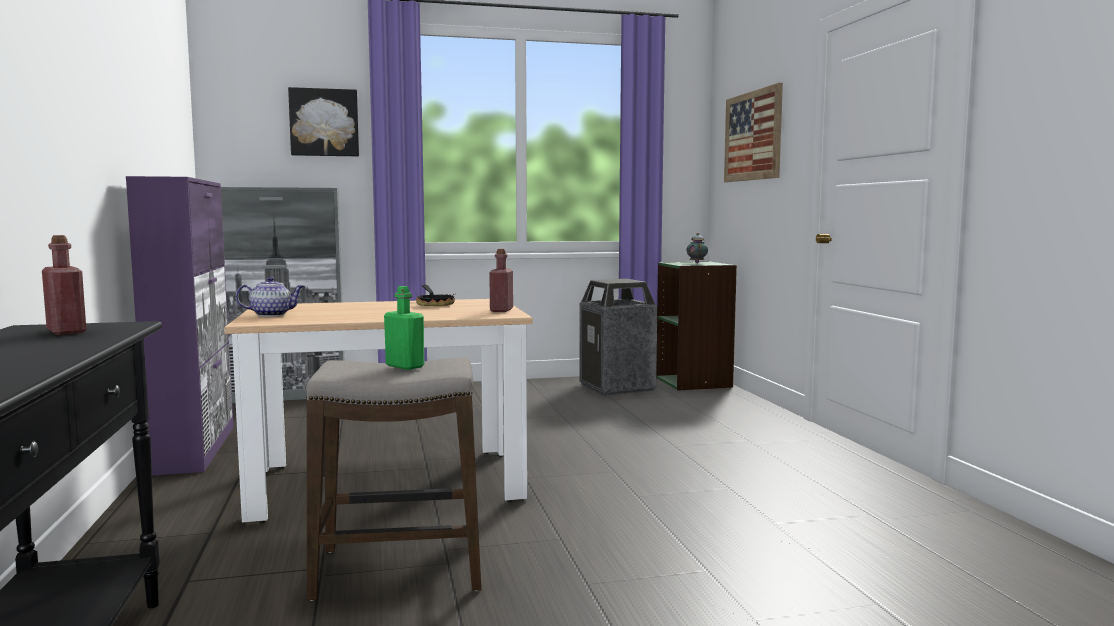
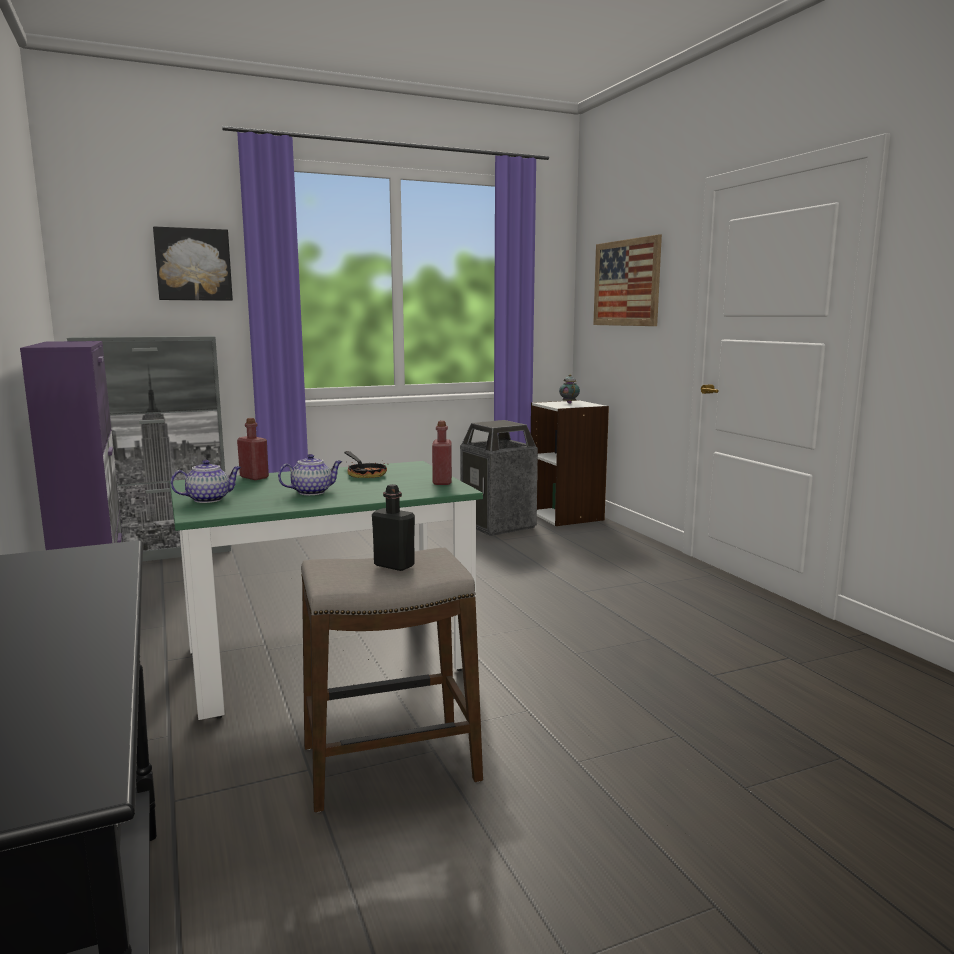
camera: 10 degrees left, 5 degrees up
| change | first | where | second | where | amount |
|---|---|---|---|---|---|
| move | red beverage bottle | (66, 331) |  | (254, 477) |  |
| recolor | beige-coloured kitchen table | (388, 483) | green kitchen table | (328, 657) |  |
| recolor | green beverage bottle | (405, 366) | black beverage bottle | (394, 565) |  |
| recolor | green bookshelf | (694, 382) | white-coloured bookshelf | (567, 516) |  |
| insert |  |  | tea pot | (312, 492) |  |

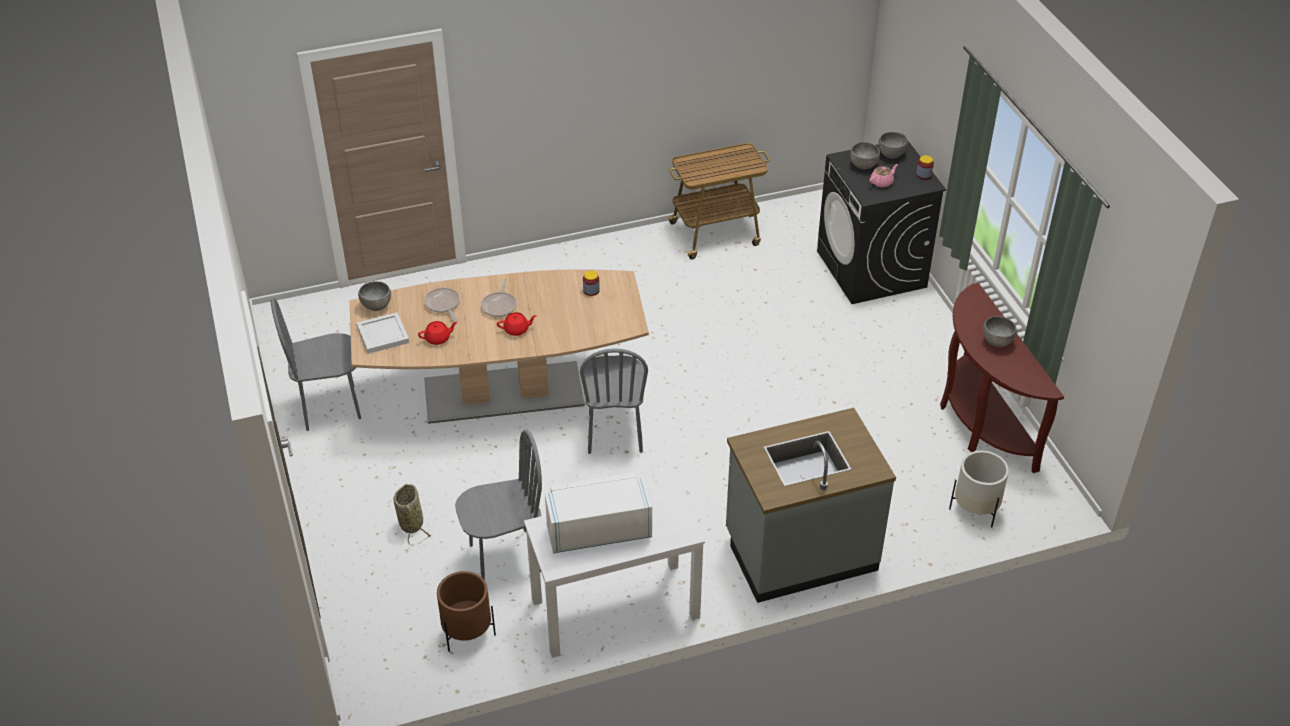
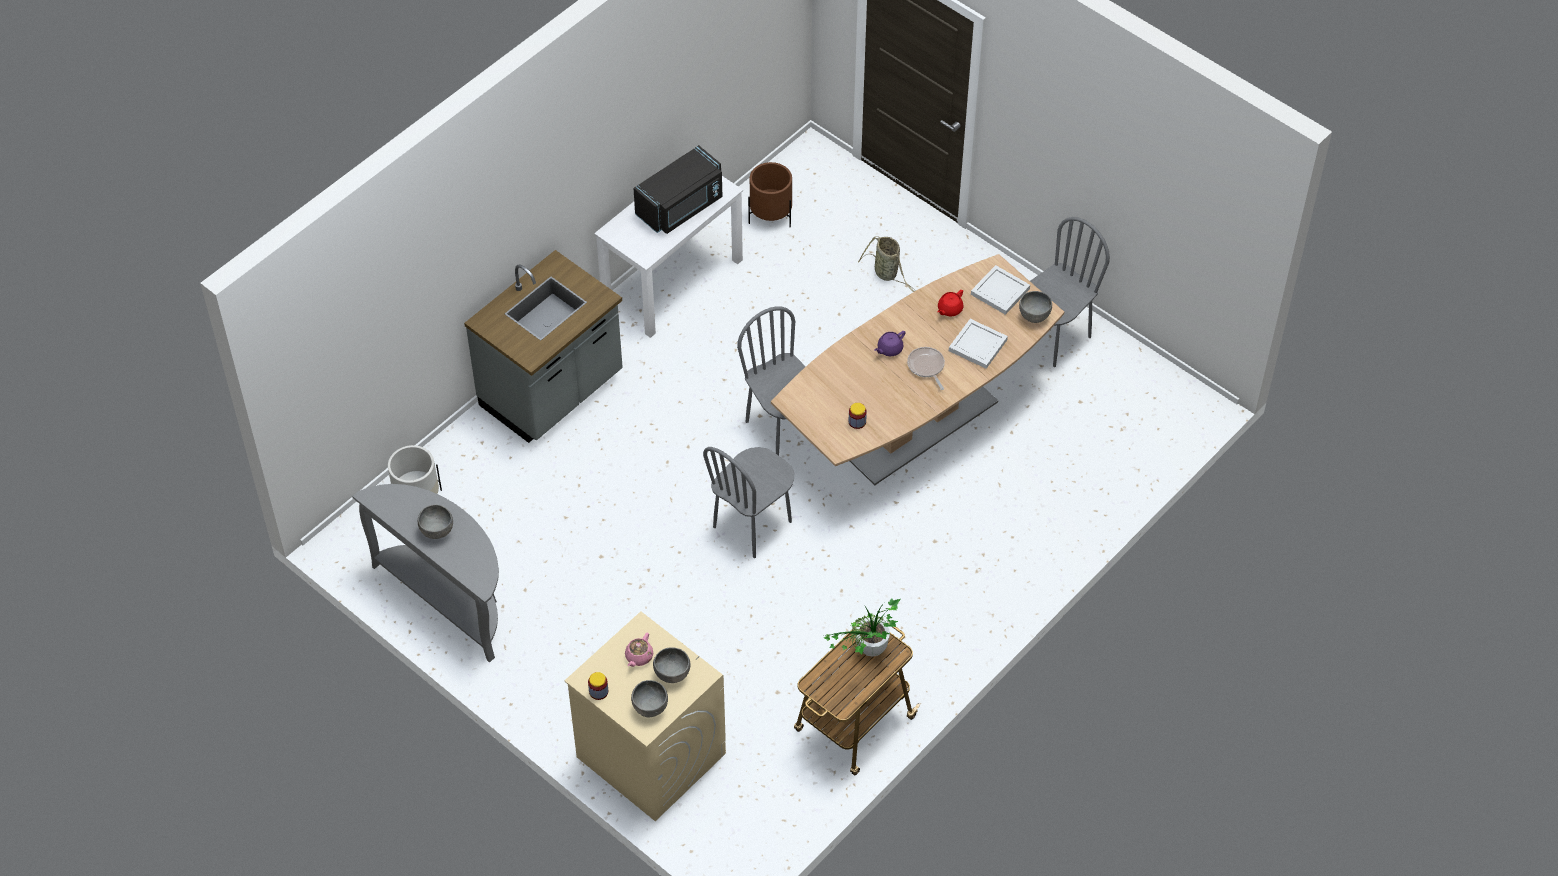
camera: 150 degrees right, 10 degrees up
| change | first | where | second | where | amount |
|---|---|---|---|---|---|
| replace | pan | (443, 304) | white-coloured tray | (977, 344) |  |
| move | greyish chair | (505, 557) |  | (752, 525) |  |
| recolor | red tea pot | (517, 330) | purple tea pot | (889, 349) |  |
| recolor | white-coloured microwave oven | (598, 529) | black microwave oven | (681, 207) |  |
| recolor | black laundry appliance | (871, 269) | beige-coloured laundry appliance | (650, 755) |  |
| recolor | brown console table | (980, 422) | greyish console table | (448, 599) |  |
| insert |  |  | potted plant | (867, 652) |  |

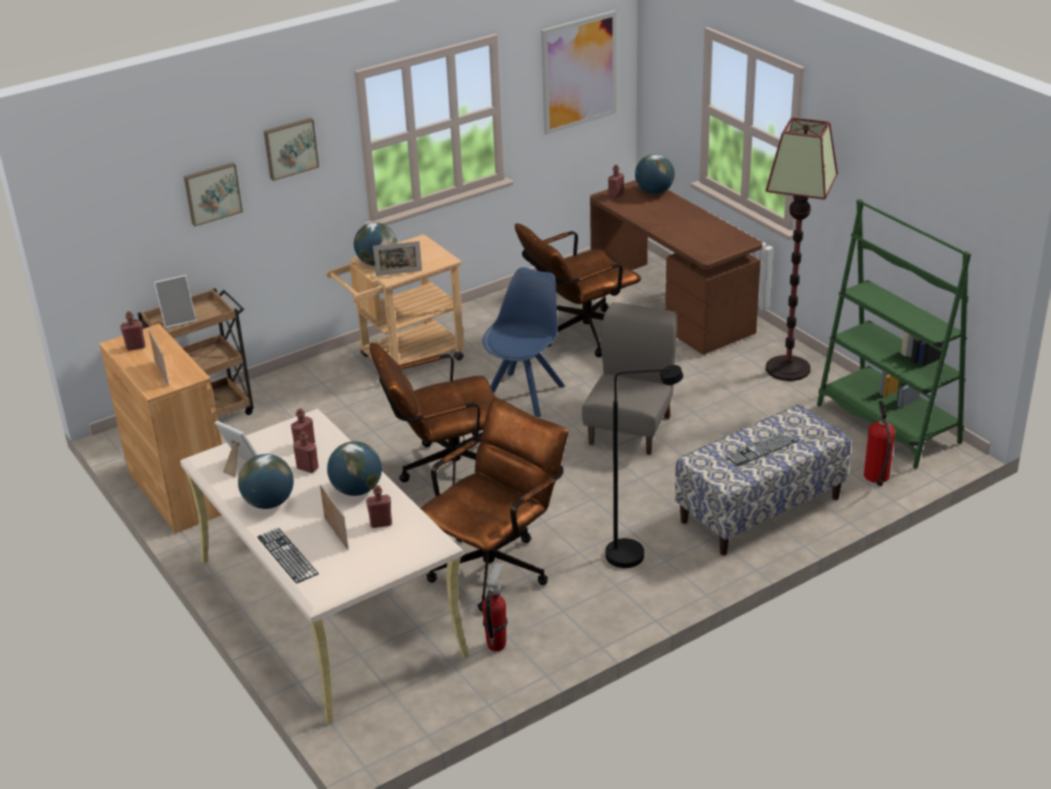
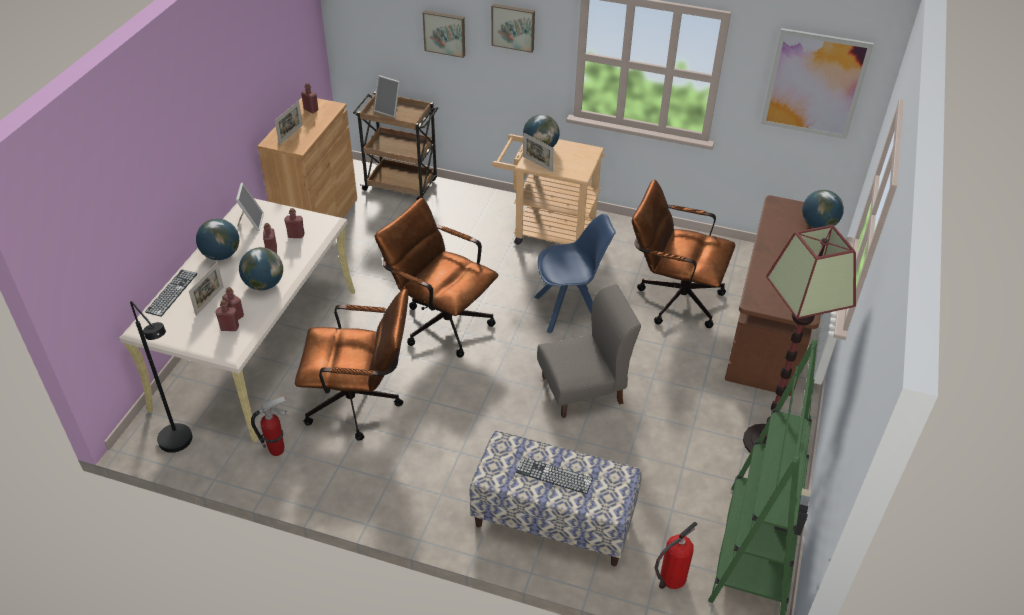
camera: 50 degrees right, 10 degrees up
| change | first | where | second | where | amount |
|---|---|---|---|---|---|
| move | black floor lamp | (636, 554) |  | (181, 444) |  |
| move | red beverage bottle | (616, 195) |  | (230, 328) |  |

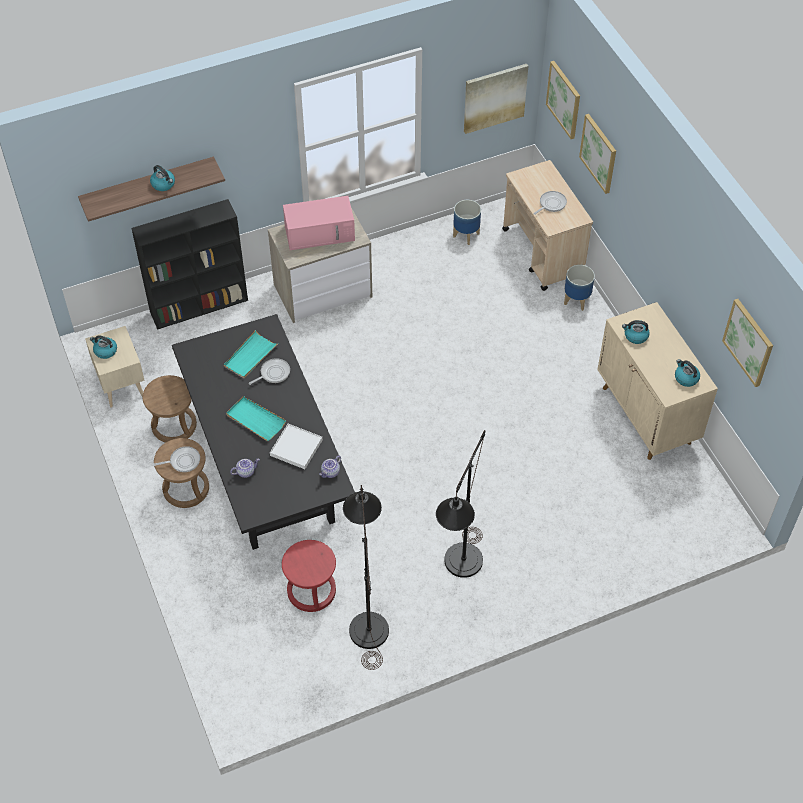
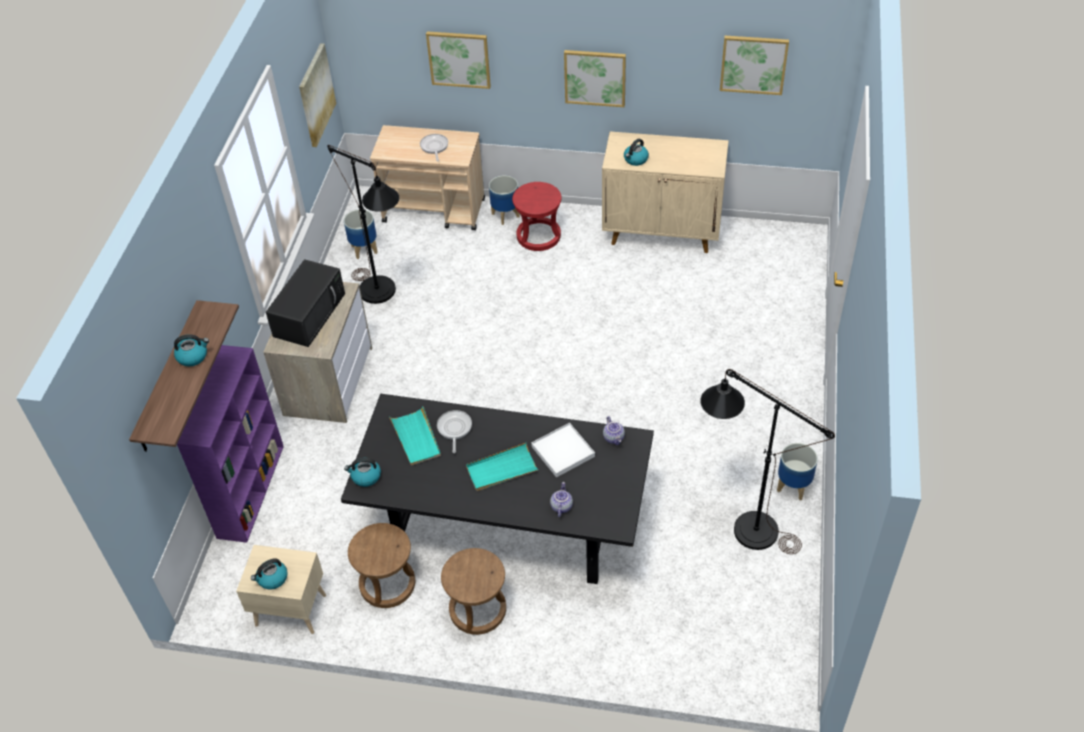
camera: 55 degrees left, 5 degrees down
| change | first | where | second | where | amount |
|---|---|---|---|---|---|
| recolor | black bookshelf | (200, 305) | purple bookshelf | (251, 490) |  |
| delete | pan | (183, 461) |  |  |  |
| move | red stool | (311, 591) |  | (539, 236) |  |
| recolor | pink-coloured microwave oven | (320, 232) | black microwave oven | (309, 314) |  |
| move | black floor lamp | (460, 570) |  | (383, 296) |  |
| move | wall art | (564, 99) |  | (595, 77) |  |
| move | tea kettle | (686, 378) |  | (365, 477) |  |
| insert |  |  | flower pot | (793, 487) |  |

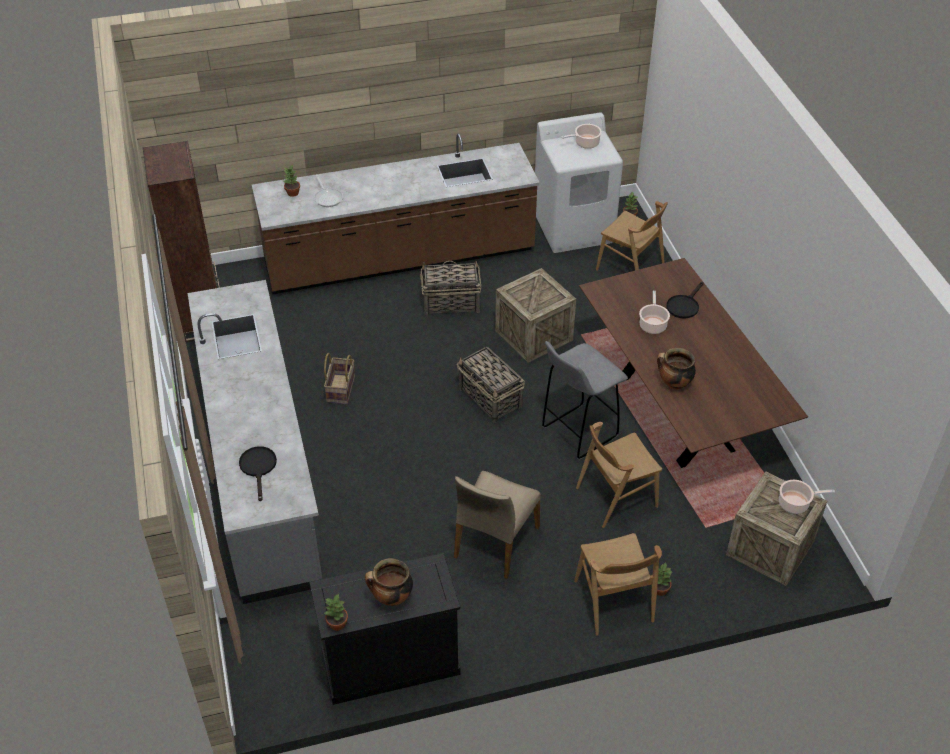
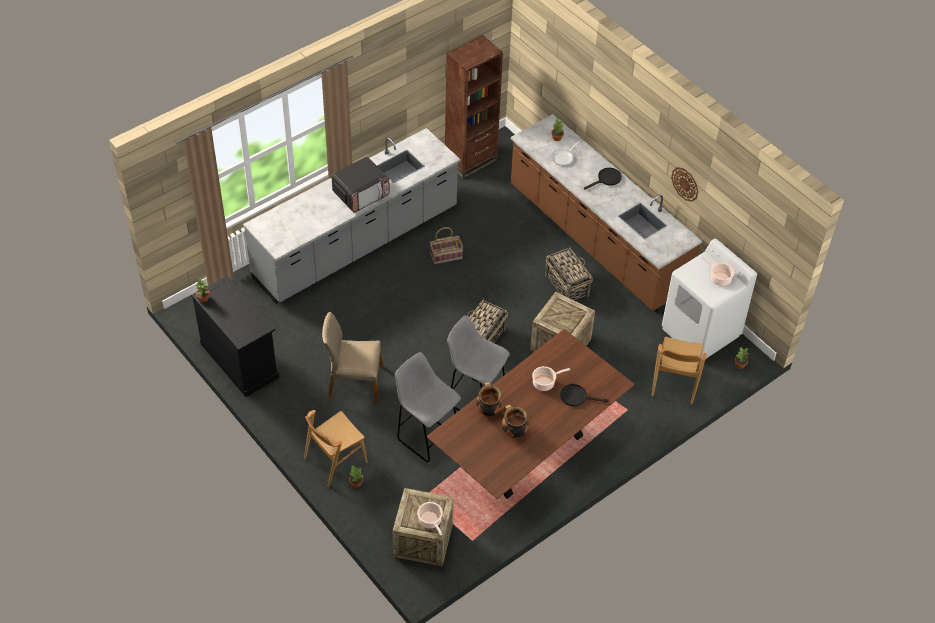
camera: 65 degrees right, 5 degrees up
| change | first | where | second | where | amount |
|---|---|---|---|---|---|
| move | black pan | (258, 468) |  | (606, 179) |  |
| move | stockpot | (391, 598) |  | (513, 432) |  |
| replace | brown chair | (616, 497) | greyish stool | (426, 437) |  |
| insert |  |  | microwave oven | (361, 194) |  |
| insert |  |  | clock on the wall | (685, 184) |  |

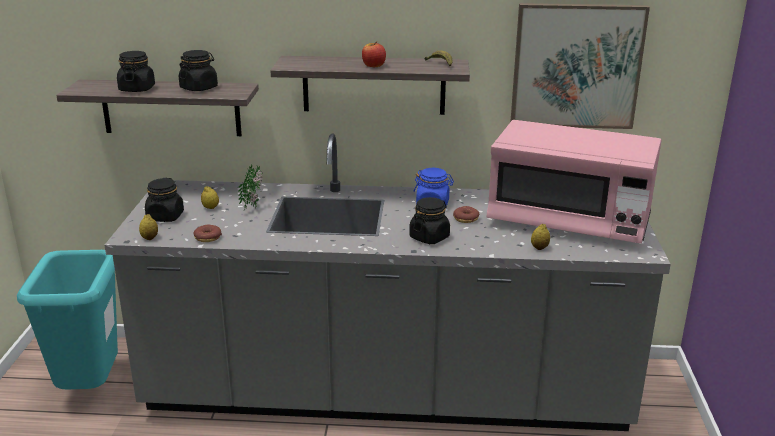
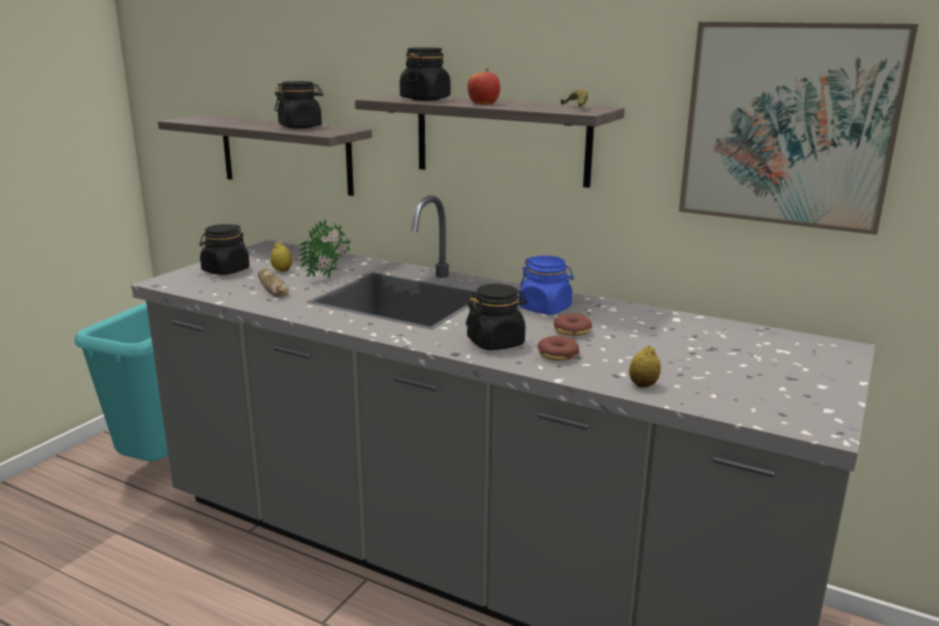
camera: 25 degrees right, 5 degrees down
| change | first | where | second | where | amount |
|---|---|---|---|---|---|
| move | black preserve jar | (137, 89) |  | (425, 99) |  |
| delete | whole lemon | (149, 238) |  |  |  |
| move | donut | (207, 238) |  | (557, 355) |  |
| delete | pink-coloured microwave oven | (569, 222) |  |  |  |
| insert |  |  | bakery bread | (272, 288) |  |

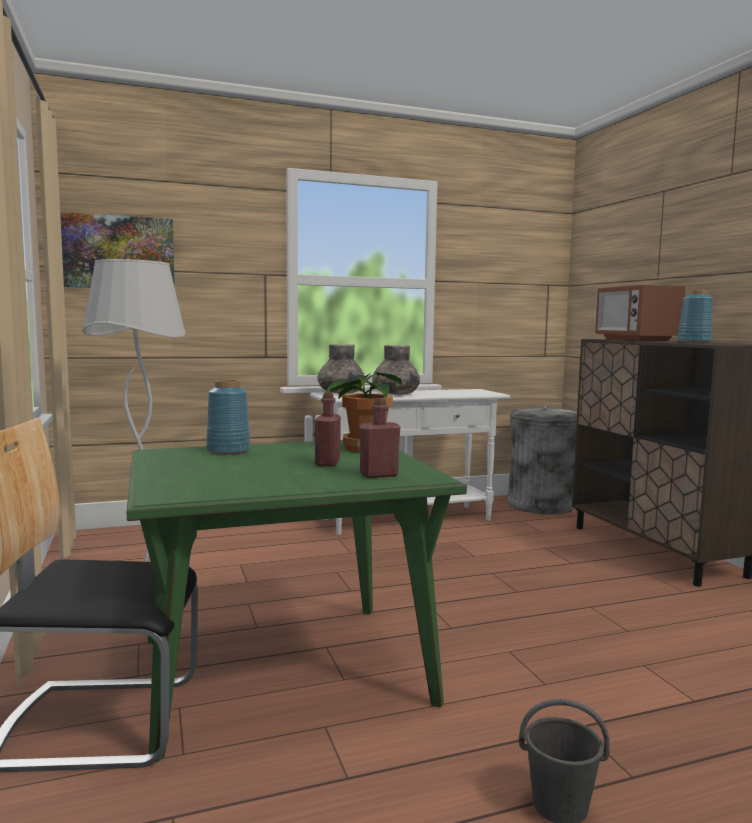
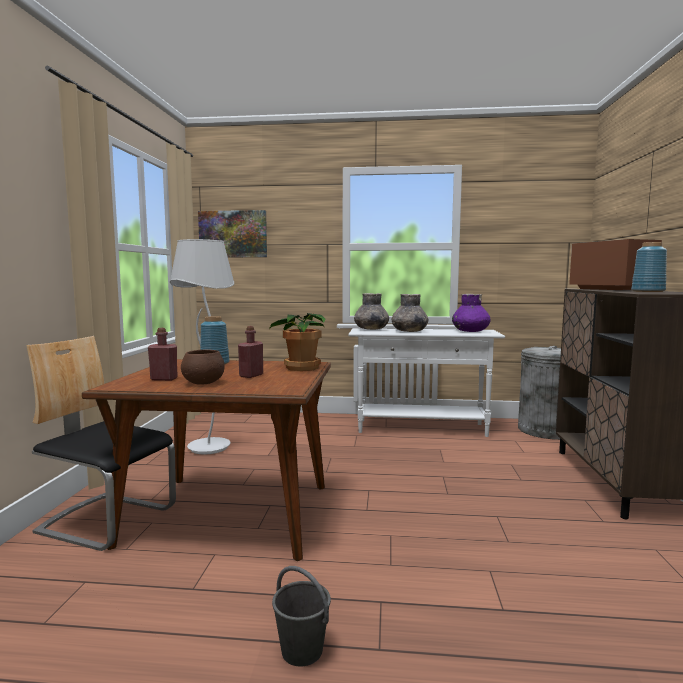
camera: 25 degrees right, 0 degrees up
| change | first | where | second | where | amount |
|---|---|---|---|---|---|
| recolor | green kitchen table | (282, 670) | brown kitchen table | (228, 514) |  |
| move | red beverage bottle | (379, 475) |  | (164, 379) |  |
| rotate | microwave oven | (635, 339) |  | (611, 289) | 150 degrees clockwise |
| insert |  |  | brown bowl | (204, 383) |  |
| insert |  |  | purple flower vase | (470, 331) |  |

